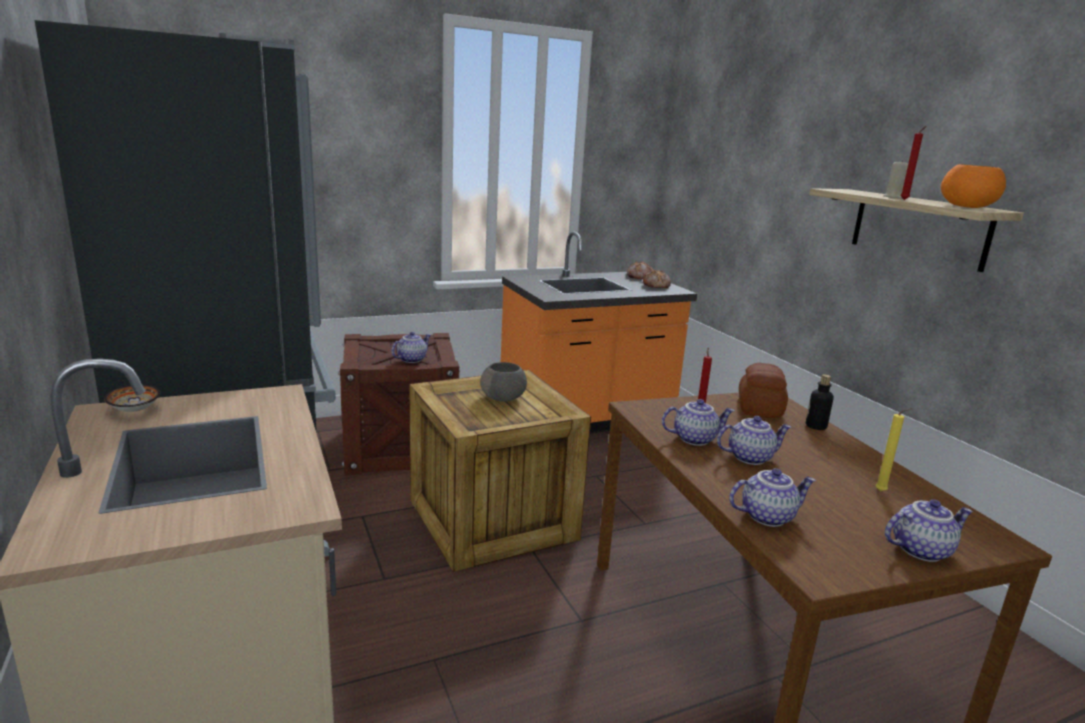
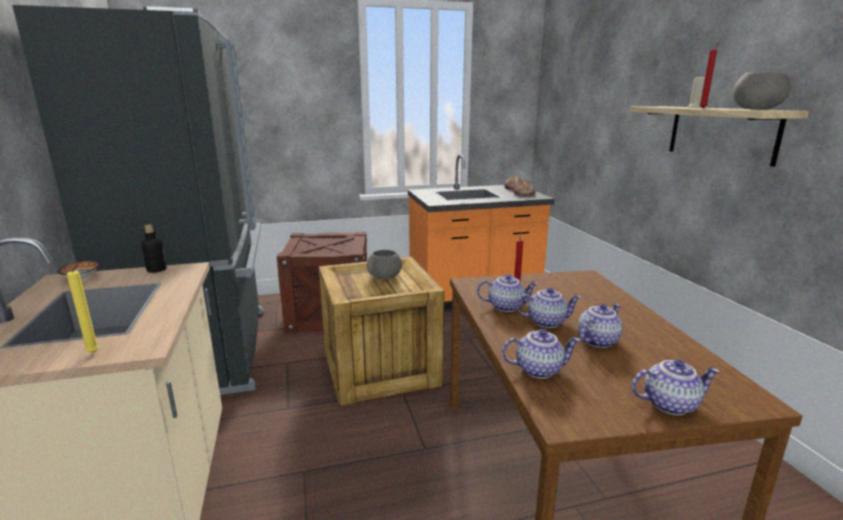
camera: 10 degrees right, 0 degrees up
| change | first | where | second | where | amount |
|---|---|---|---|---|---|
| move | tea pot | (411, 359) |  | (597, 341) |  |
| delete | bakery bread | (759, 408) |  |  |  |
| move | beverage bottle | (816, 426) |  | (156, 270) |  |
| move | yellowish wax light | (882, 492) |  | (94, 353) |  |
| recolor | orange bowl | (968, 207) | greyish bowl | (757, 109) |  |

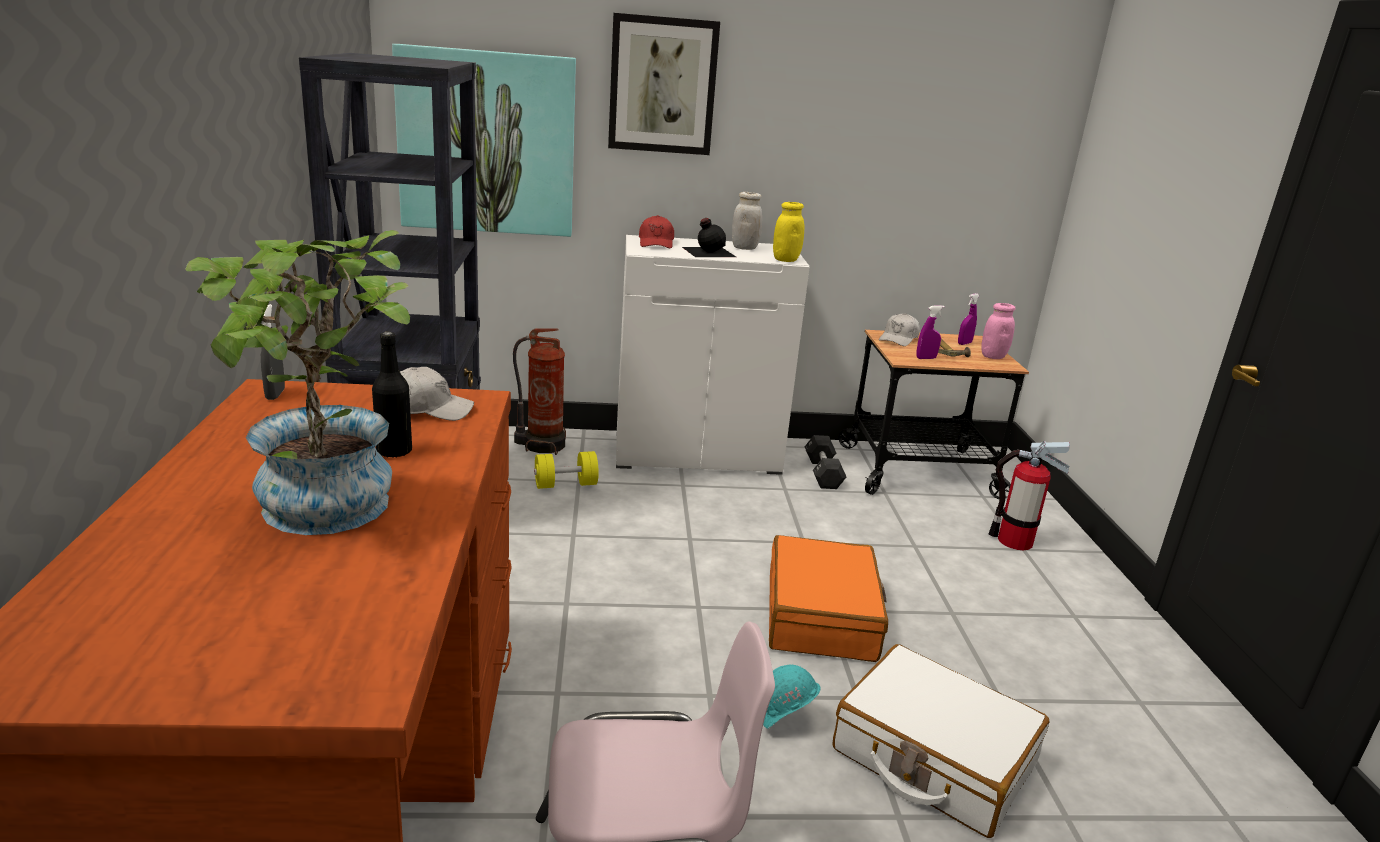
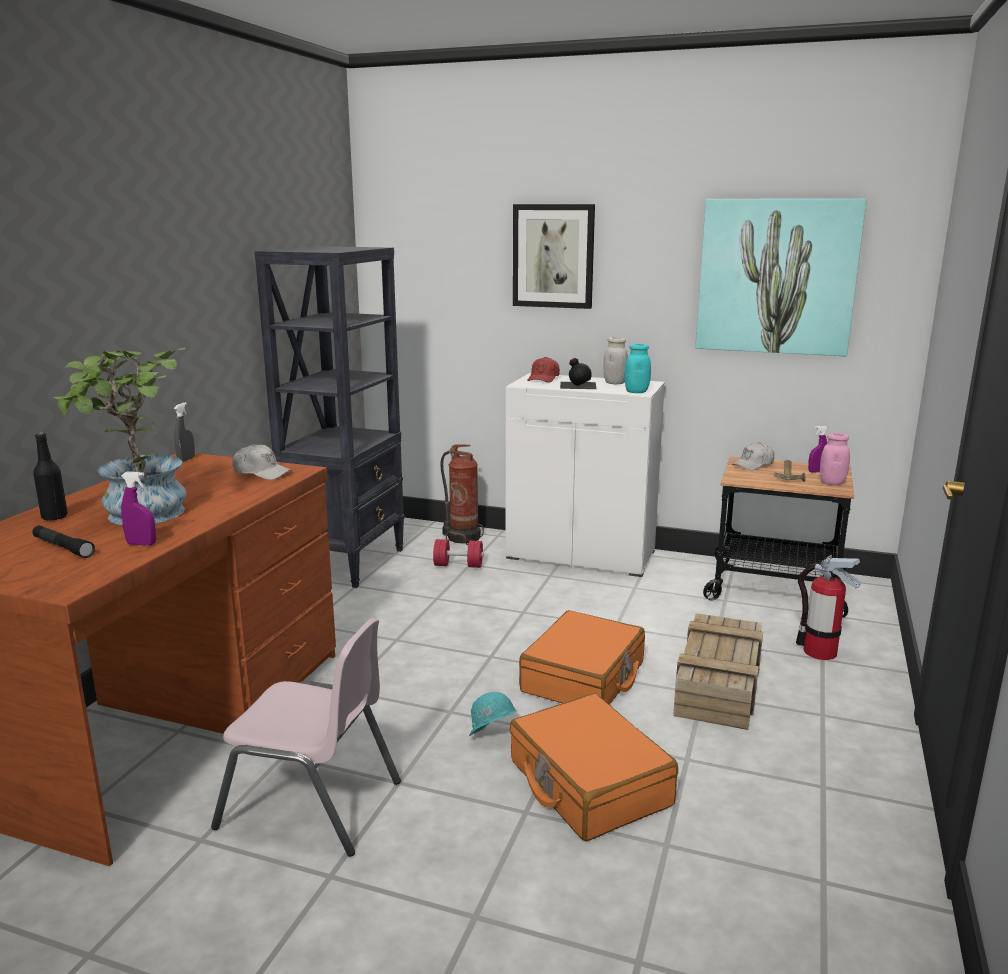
camera: 25 degrees right, 5 degrees down
| change | first | where | second | where | amount |
|---|---|---|---|---|---|
| move | black beverage bottle | (394, 451) |  | (54, 517) |  |
| move | wall art | (487, 143) |  | (776, 276) |  |
| recolor | yellowish hand weight | (566, 484) | red hand weight | (458, 565) |  |
| recolor | yellowish preserve jar | (785, 260) | turquoise preserve jar | (636, 392) |  |
| delete | black hand weight | (823, 473) |  |  |  |
| recolor | white-coloured piece of luggage | (932, 758) | orange piece of luggage | (588, 783) |  |
| move | purple spray bottle | (926, 358) |  | (141, 544) |  |
| insert |  |  | black flashlight | (63, 548) |  |
| insert |  |  | shipping crate | (718, 686) |  |

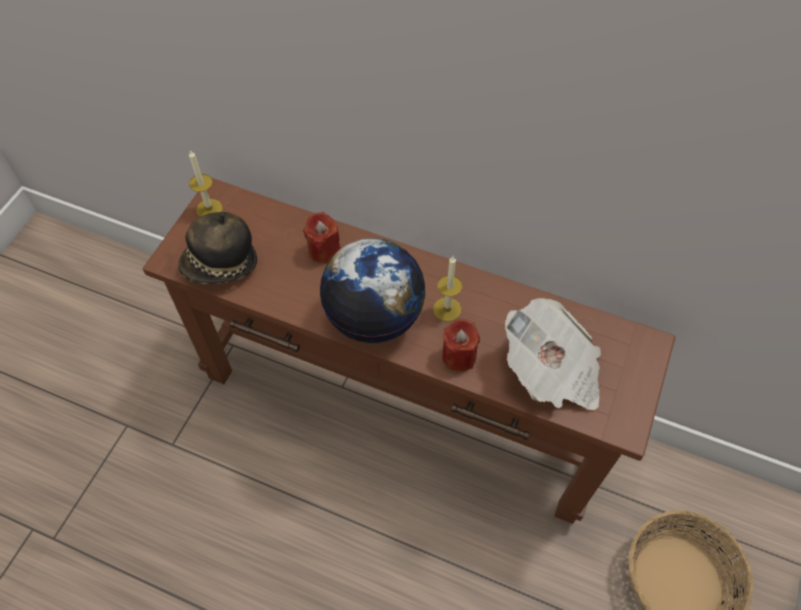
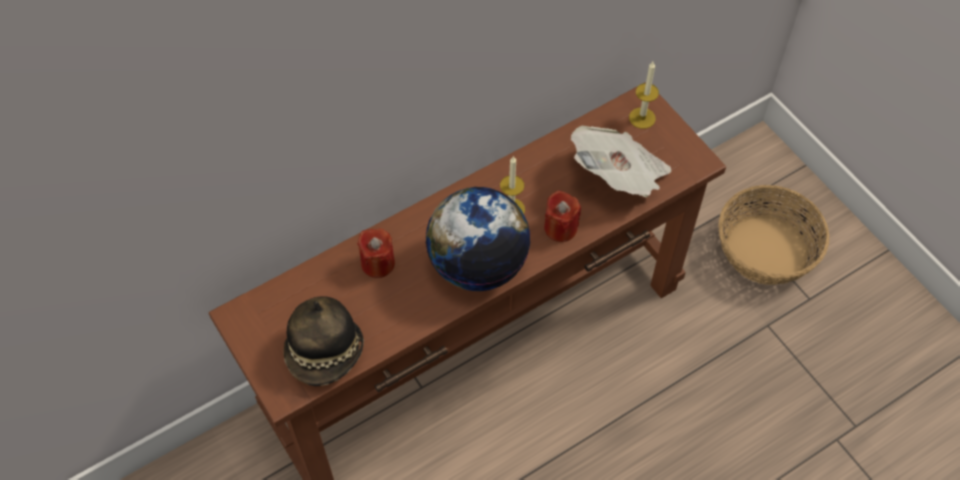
camera: 55 degrees left, 0 degrees up
| change | first | where | second | where | amount |
|---|---|---|---|---|---|
| move | wax light | (209, 209) |  | (642, 118) |  |

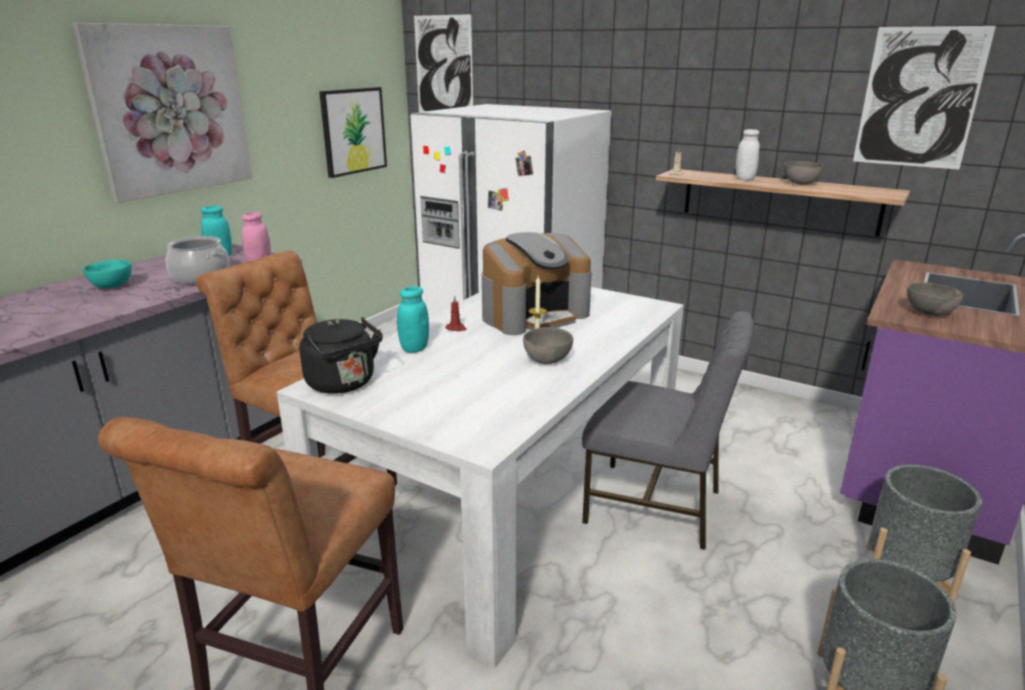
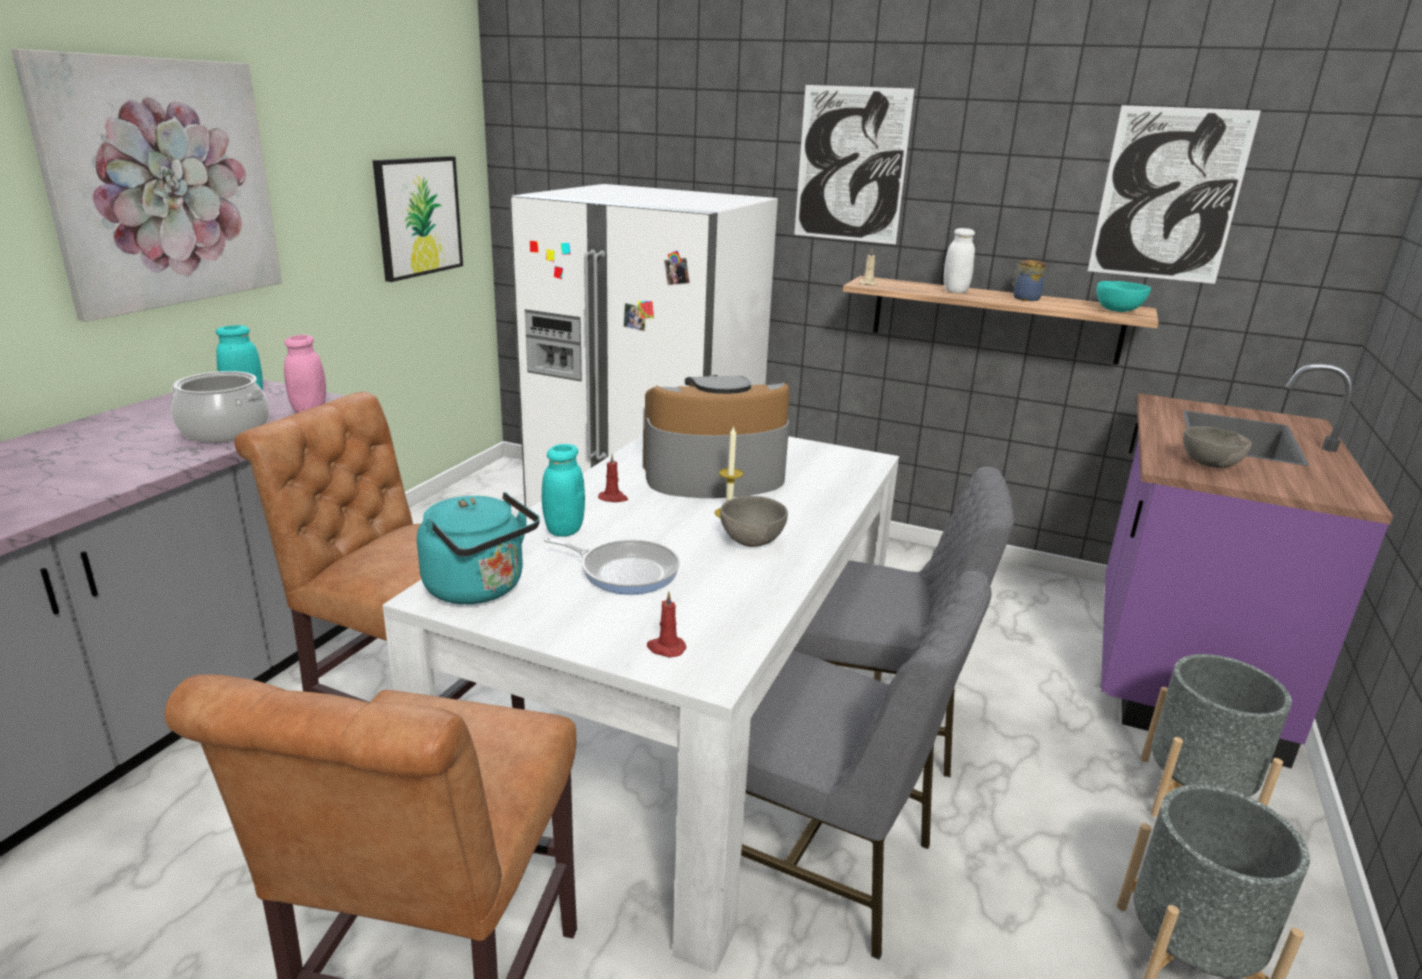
camera: 10 degrees left, 0 degrees up
| change | first | where | second | where | amount |
|---|---|---|---|---|---|
| move | turquoise bowl | (112, 287) |  | (1117, 311) |  |
| recolor | black tea kettle | (344, 384) | turquoise tea kettle | (479, 589) |  |
| move | wall art | (443, 66) |  | (851, 165) |  |
| rotate | coffee machine | (534, 315) |  | (713, 476) | 150 degrees counterclockwise |
| replace | greyish bowl | (800, 184) | preserve jar | (1025, 298) |  |
| insert |  |  | pan | (625, 571) |  |
| insert |  |  | red wax light | (665, 648) |  |
| insert |  |  | greyish chair | (820, 861) |  |

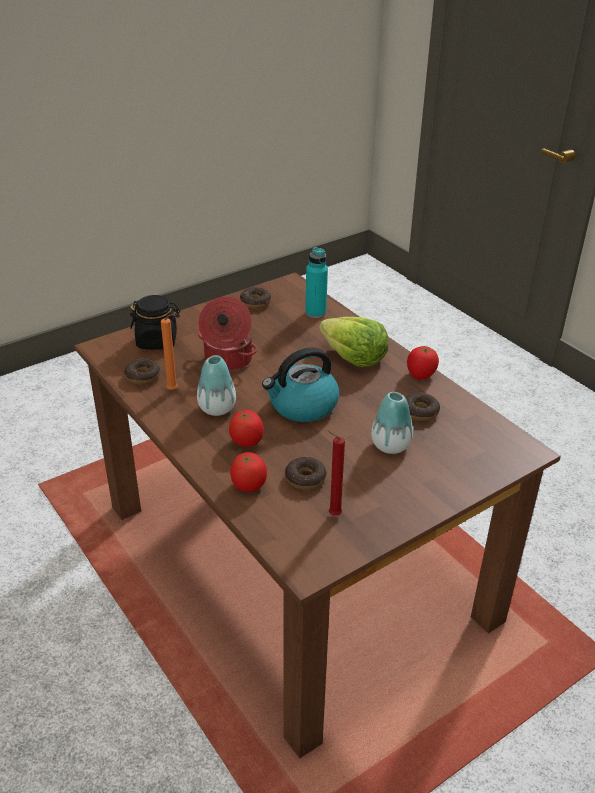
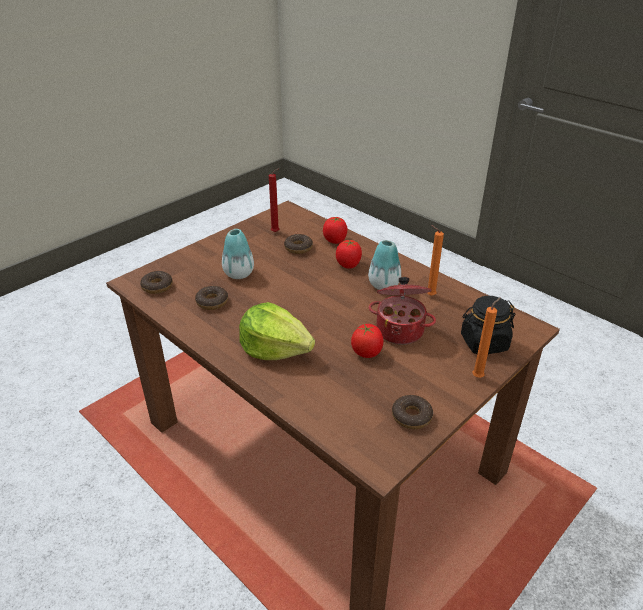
camera: 170 degrees right, 0 degrees up
| change | first | where | second | where | amount |
|---|---|---|---|---|---|
| move | donut | (142, 376) |  | (157, 286) |  |
| delete | tea kettle | (302, 406) |  |  |  |
| delete | turquoise beverage bottle | (315, 312) |  |  |  |
| move | fresh tomato | (420, 375) |  | (366, 352) |  |
| insert |  |  | orange wax light | (479, 376) |  |

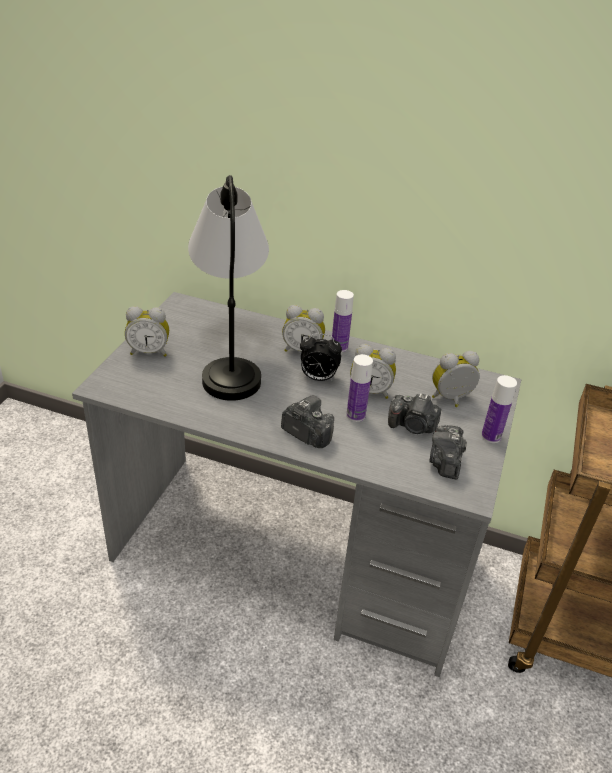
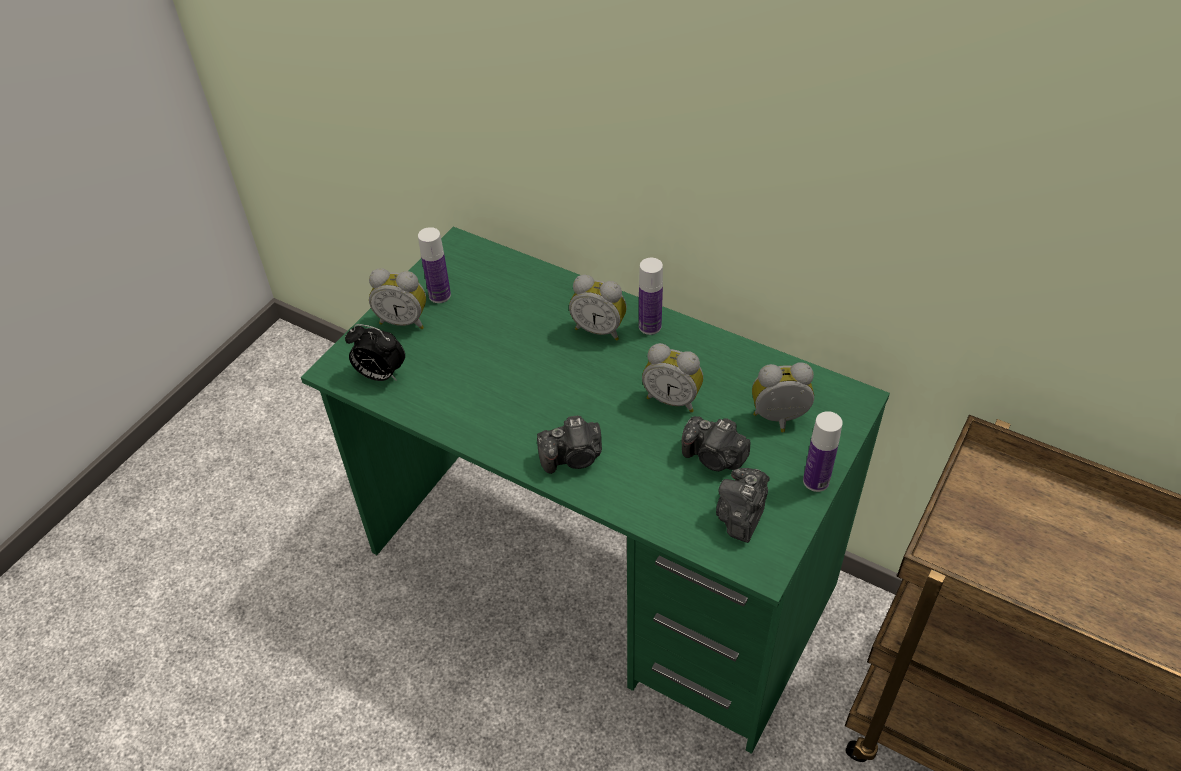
camera: 15 degrees right, 10 degrees up
| change | first | where | second | where | amount |
|---|---|---|---|---|---|
| recolor | greyish desk table | (294, 556) | green desk table | (600, 570) |  |
| delete | tabletop lamp | (231, 357) |  |  |  |
| rotate | photo camera | (307, 433) |  | (573, 457) | 120 degrees clockwise |
| move | table clock | (318, 378) |  | (380, 375) |  |
| move | beverage bottle | (355, 415) |  | (439, 295) |  |

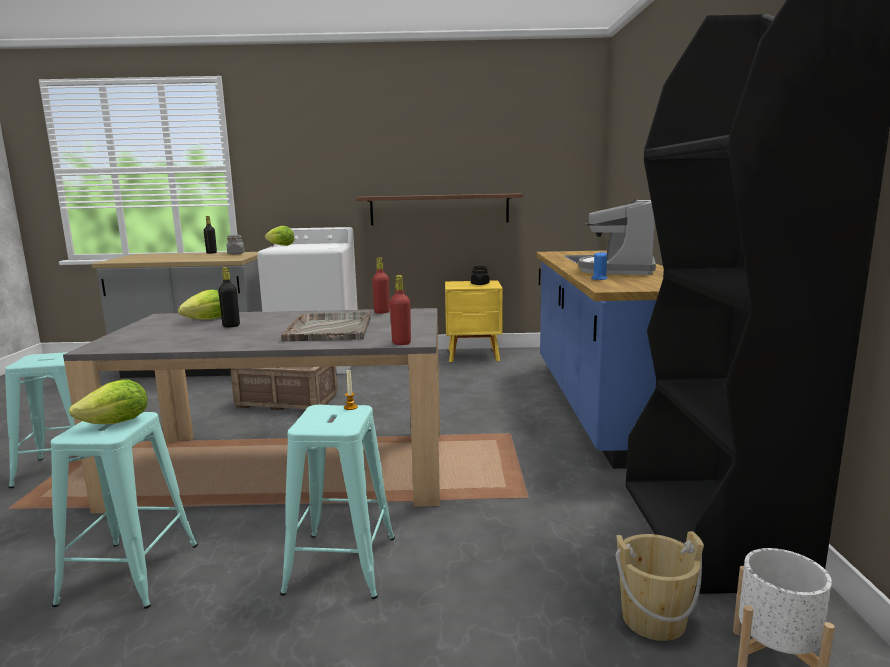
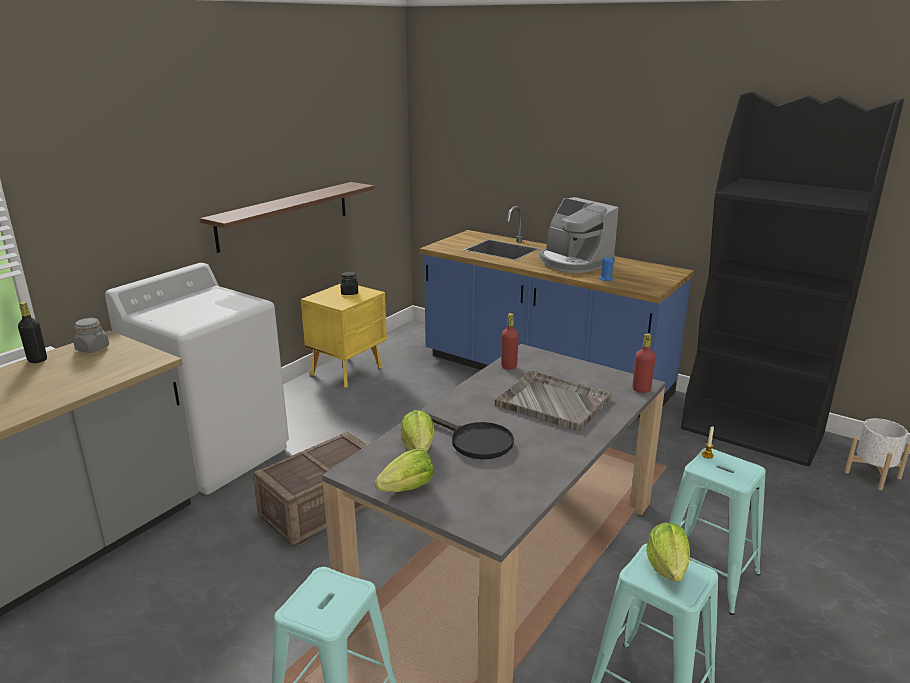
camera: 55 degrees left, 10 degrees up
| change | first | where | second | where | amount |
|---|---|---|---|---|---|
| replace | black beverage bottle | (231, 326) | black pan | (474, 441) |  |
| move | head of lettuce | (281, 245) |  | (407, 488) |  |
| delete | beige-coloured pail | (653, 619) |  |  |  |

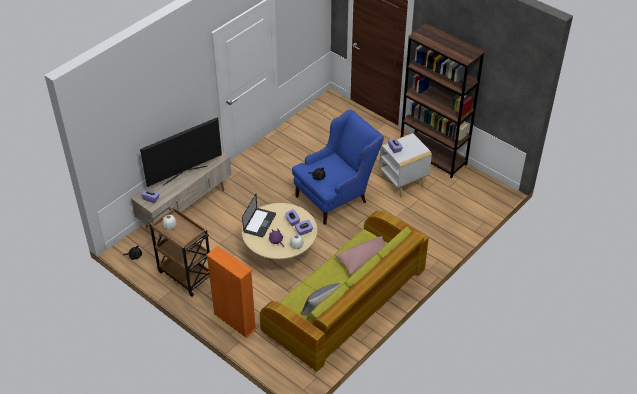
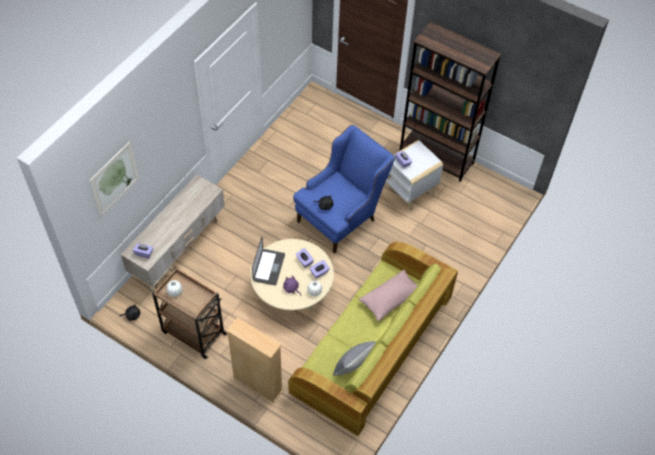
camera: 10 degrees left, 10 degrees up
| change | first | where | second | where | amount |
|---|---|---|---|---|---|
| delete | TV | (185, 175) |  |  |  |
| recolor | orange bookshelf | (235, 321) | beige-coloured bookshelf | (258, 384) |  |
| insert |  |  | wall art | (114, 179) |  |

